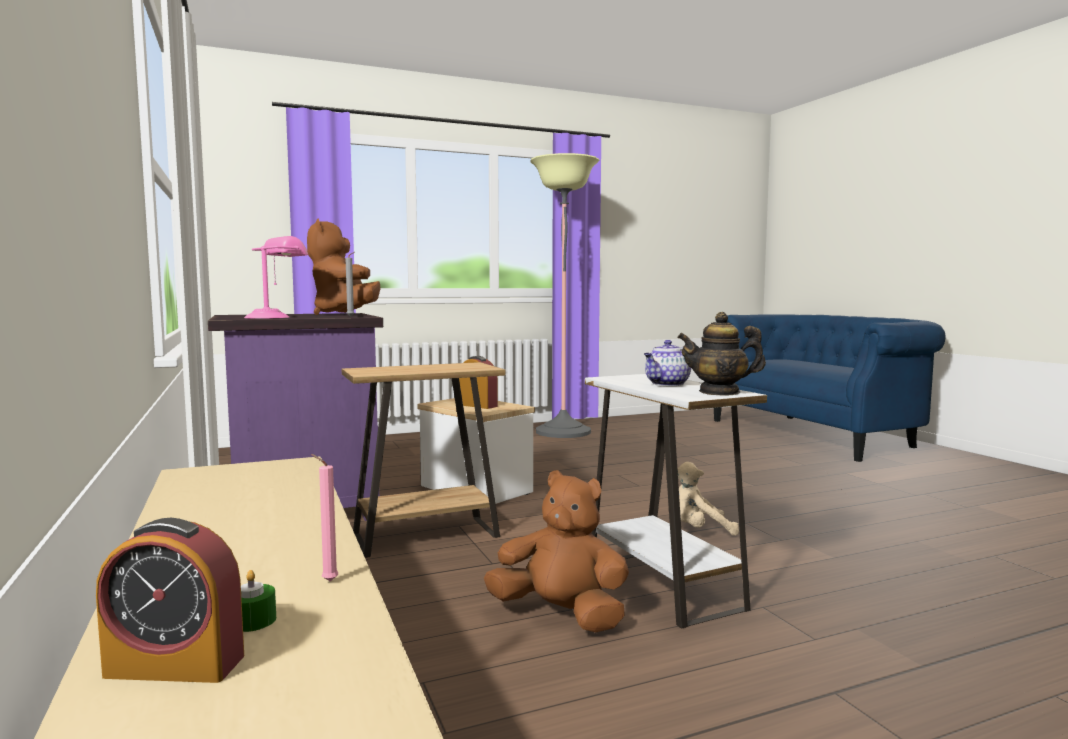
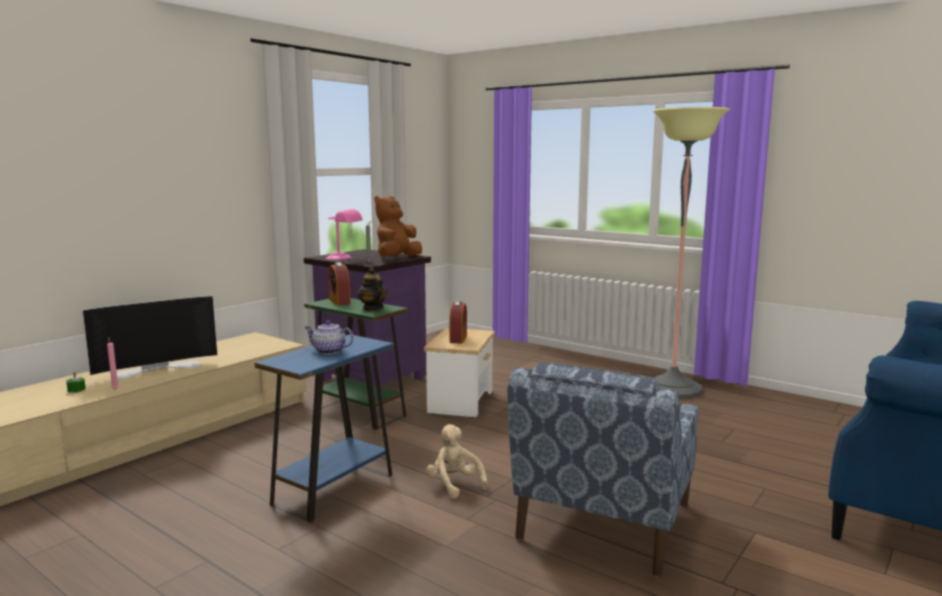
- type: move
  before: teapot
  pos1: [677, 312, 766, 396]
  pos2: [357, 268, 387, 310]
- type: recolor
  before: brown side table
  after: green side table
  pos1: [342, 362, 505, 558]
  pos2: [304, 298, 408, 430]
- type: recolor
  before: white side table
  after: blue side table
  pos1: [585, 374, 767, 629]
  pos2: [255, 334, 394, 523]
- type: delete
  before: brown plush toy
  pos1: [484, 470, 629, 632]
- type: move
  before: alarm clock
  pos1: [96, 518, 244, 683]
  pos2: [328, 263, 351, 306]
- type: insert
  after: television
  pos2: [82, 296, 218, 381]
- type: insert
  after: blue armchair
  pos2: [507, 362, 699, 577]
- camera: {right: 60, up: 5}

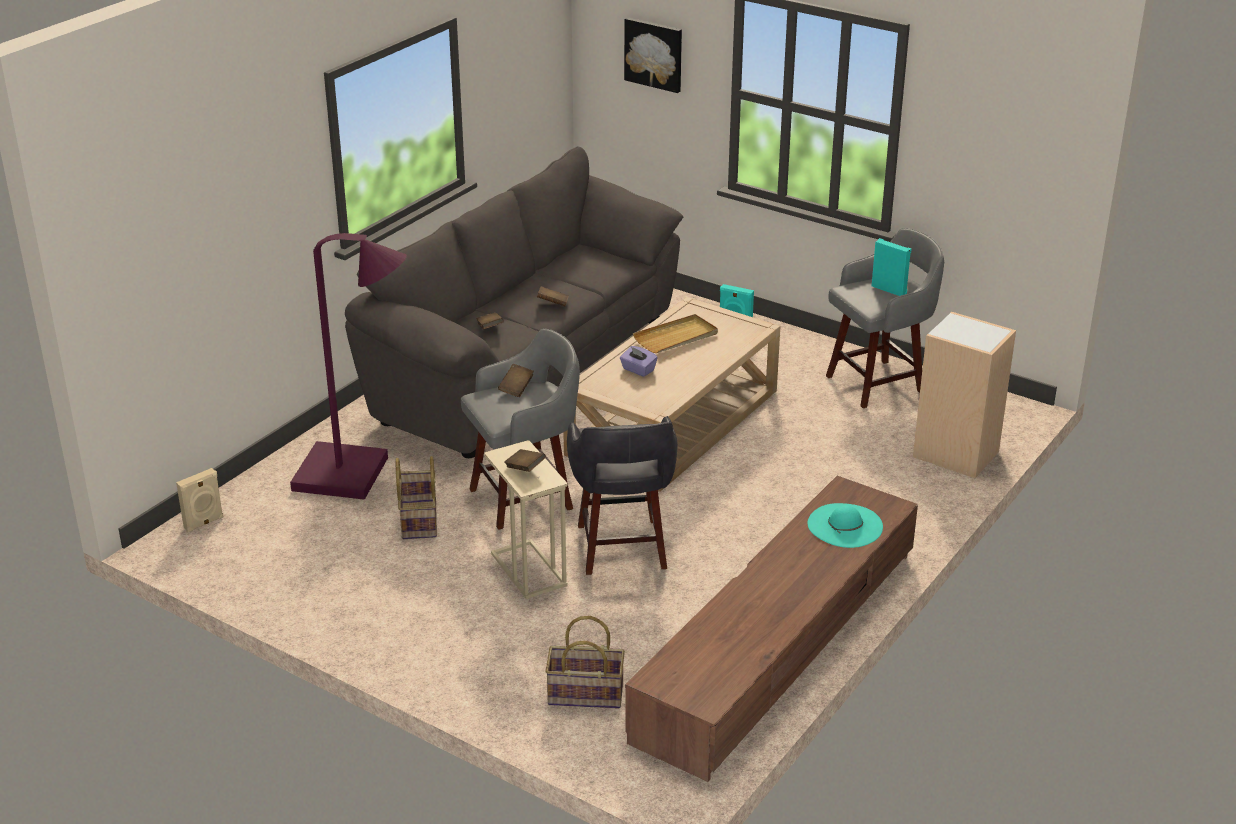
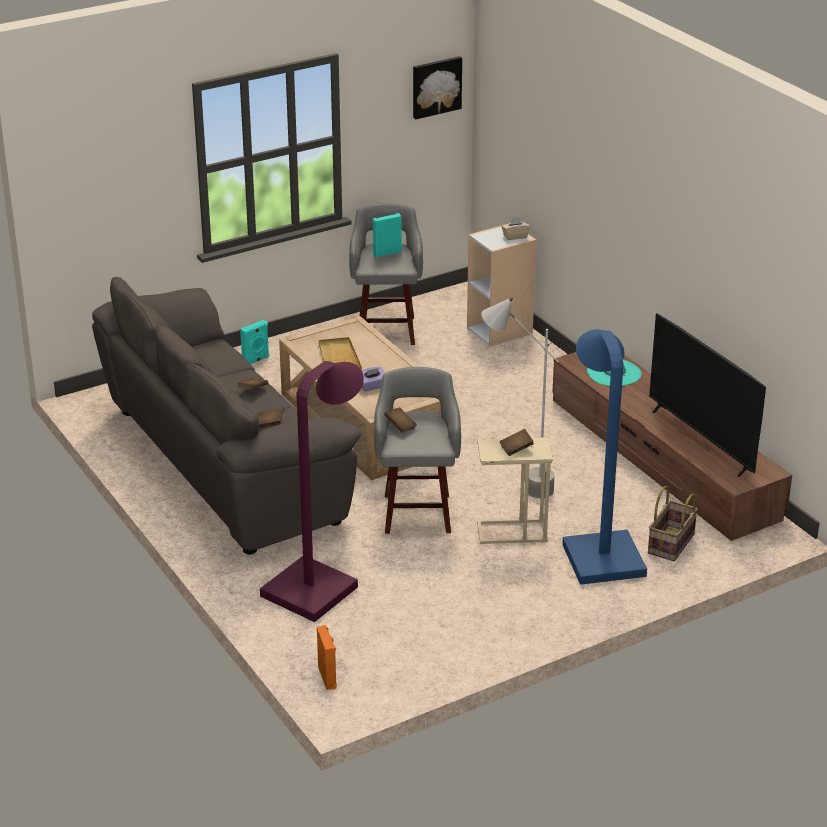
- type: move
  before: picture
  pos1: [624, 18, 682, 93]
  pos2: [413, 56, 462, 119]
- type: replace
  before: grey stool
  after: grey floor lamp
  pos1: [567, 416, 678, 575]
  pos2: [482, 297, 559, 498]
- type: delete
  before: basket
  pos1: [396, 456, 437, 539]
- type: recolor
  before: beige speaker
  after: orange speaker
  pos1: [176, 468, 224, 532]
  pos2: [317, 625, 337, 690]
- type: insert
  after: beige tissue box
  pos2: [501, 217, 530, 240]
- type: insert
  after: television
  pos2: [649, 313, 766, 477]
- type: insert
  after: blue floor lamp
  pos2: [562, 330, 647, 585]
- camera: {right: -65, up: 0}

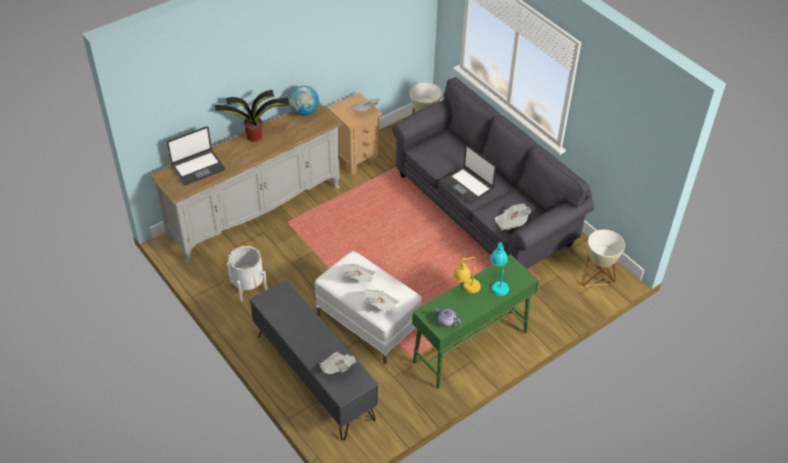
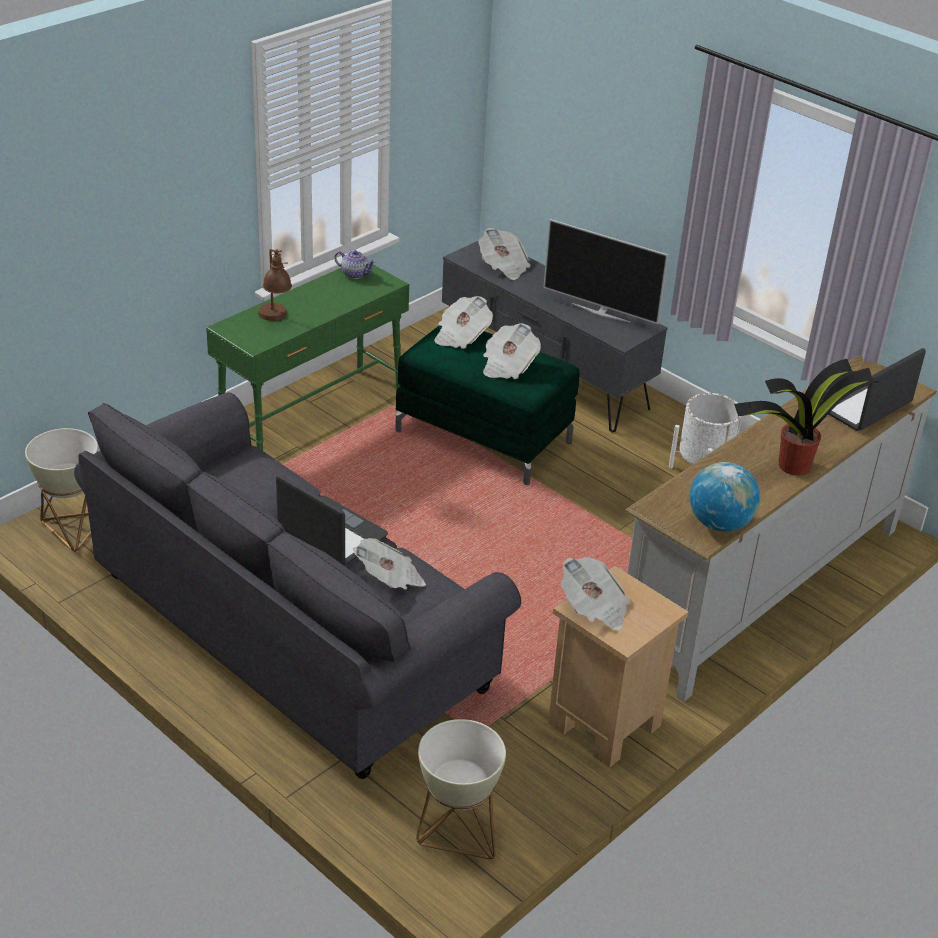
- type: move
  before: newspaper
  pos1: [495, 204, 531, 230]
  pos2: [353, 538, 426, 589]
- type: recolor
  before: turquoise table lamp
  after: brown table lamp
  pos1: [490, 242, 509, 296]
  pos2: [258, 249, 292, 321]
- type: recolor
  before: white ottoman
  after: green ottoman
  pos1: [315, 251, 422, 364]
  pos2: [395, 326, 579, 485]
- type: delete
  before: yellow table lamp
  pos1: [453, 257, 481, 293]
- type: insert
  after: television
  pos2: [543, 219, 668, 324]
- camera: {right: 170, up: -10}

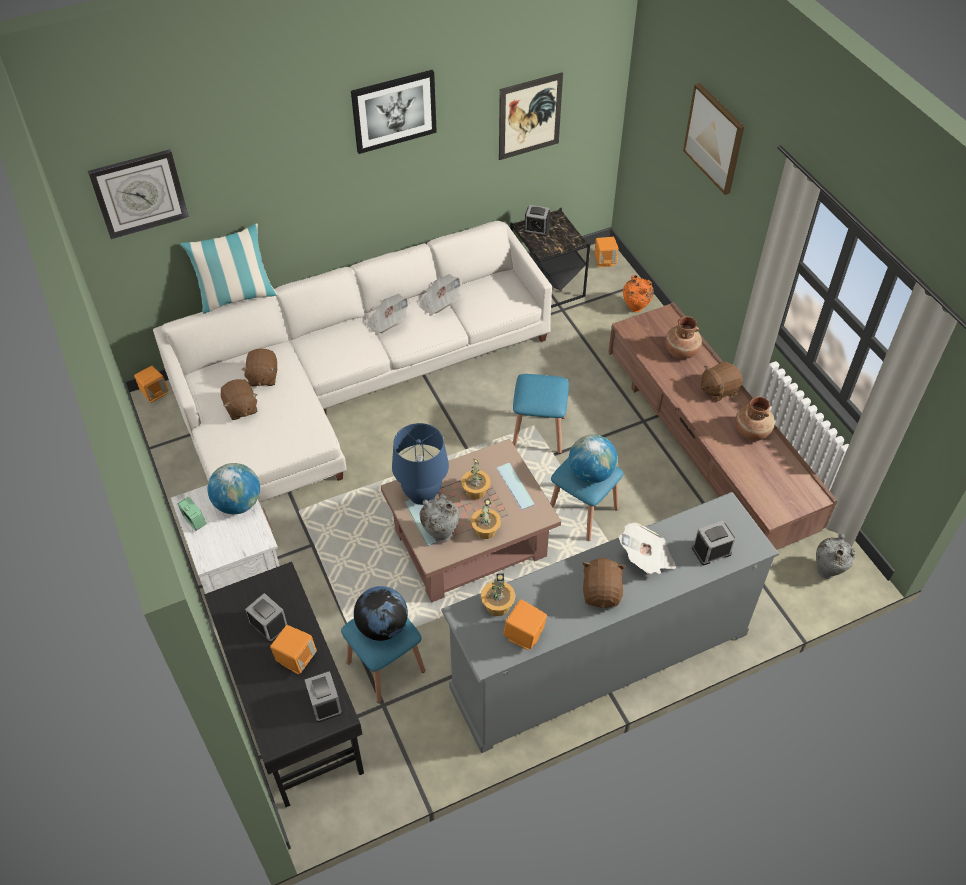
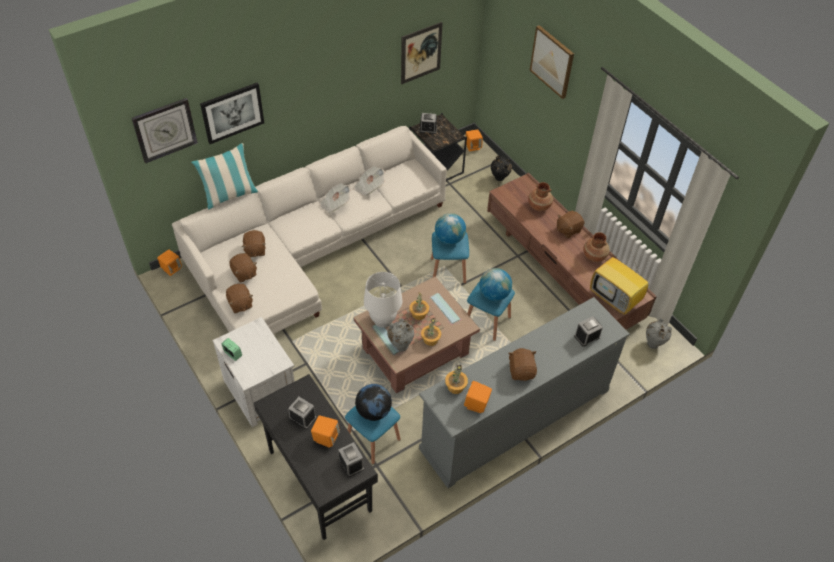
- type: move
  before: picture
  pos1: [351, 70, 437, 154]
  pos2: [200, 83, 264, 144]
- type: recolor
  before: orange vase
  after: black vase
  pos1: [623, 275, 654, 312]
  pos2: [491, 156, 512, 181]
- type: recolor
  before: blue table lamp
  after: white table lamp
  pos1: [392, 423, 449, 505]
  pos2: [364, 272, 402, 327]
- type: move
  before: globe
  pos1: [207, 463, 260, 514]
  pos2: [435, 213, 466, 245]
- type: delete
  before: newspaper
  pos1: [619, 523, 676, 574]
- type: insert
  after: television
  pos2: [590, 257, 649, 315]
- type: insert
  after: brown plush toy
  pos2: [226, 284, 253, 313]
- camera: {right: -10, up: 0}

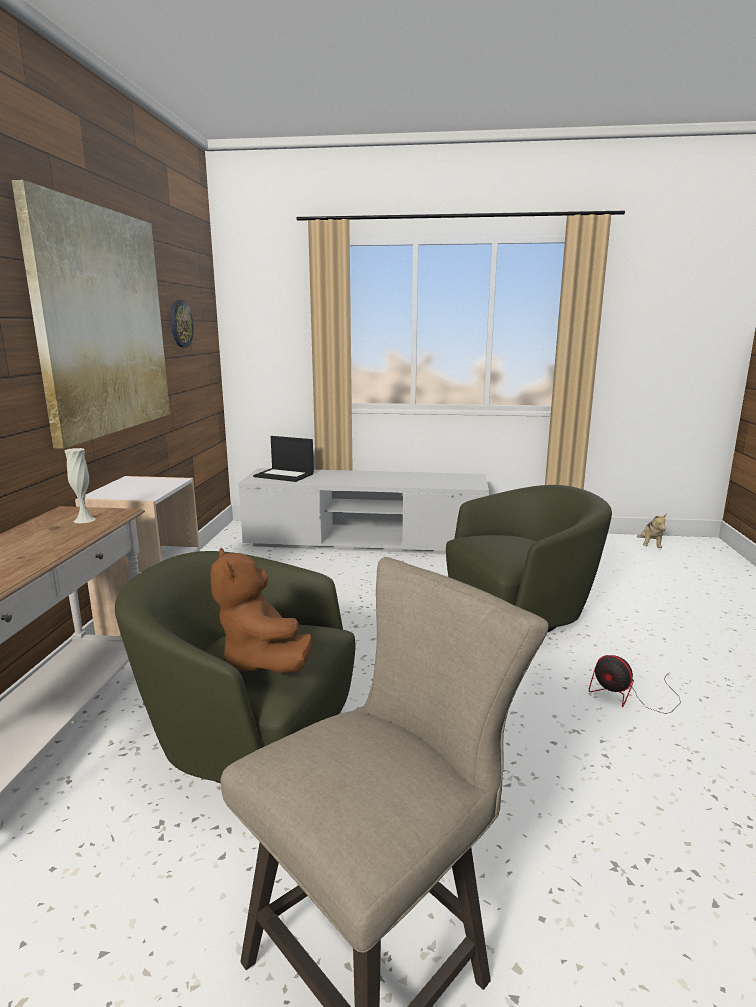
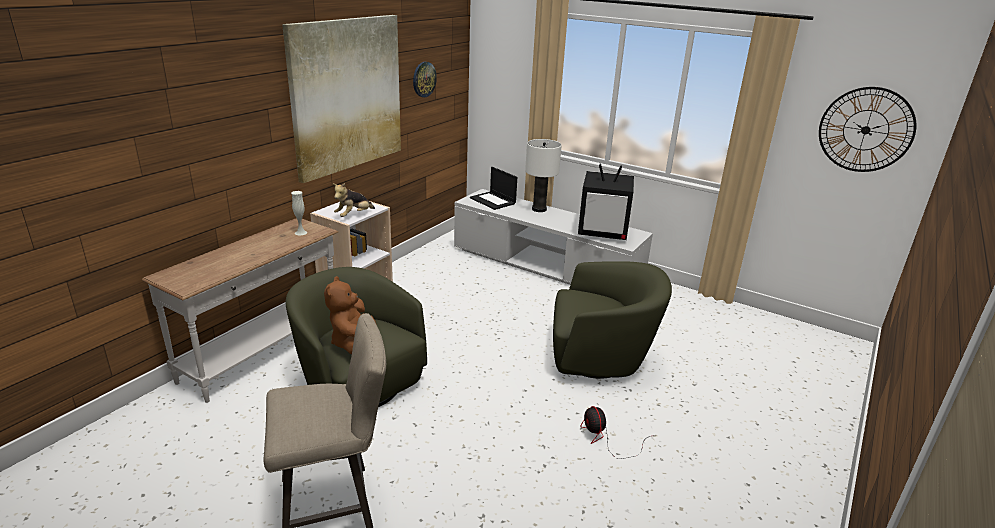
- type: move
  before: plush toy
  pos1: [637, 513, 667, 548]
  pos2: [332, 183, 375, 217]
- type: insert
  after: wall clock
  pos2: [819, 87, 917, 172]
- type: insert
  after: white table lamp
  pos2: [525, 139, 562, 212]
- type: insert
  after: television
  pos2: [578, 164, 634, 240]
- camera: {right: 25, up: 10}

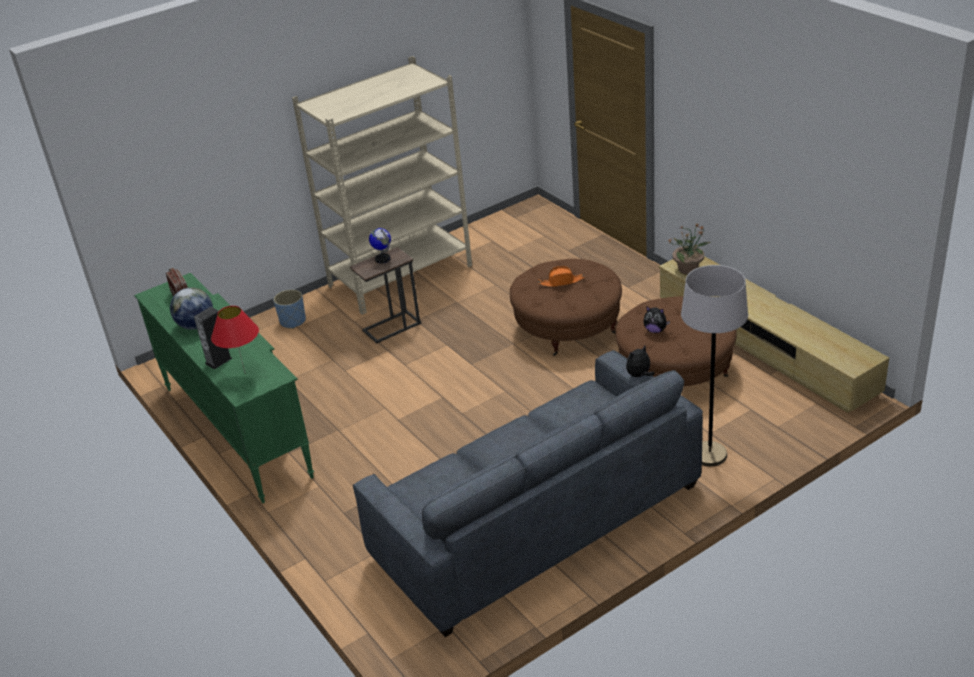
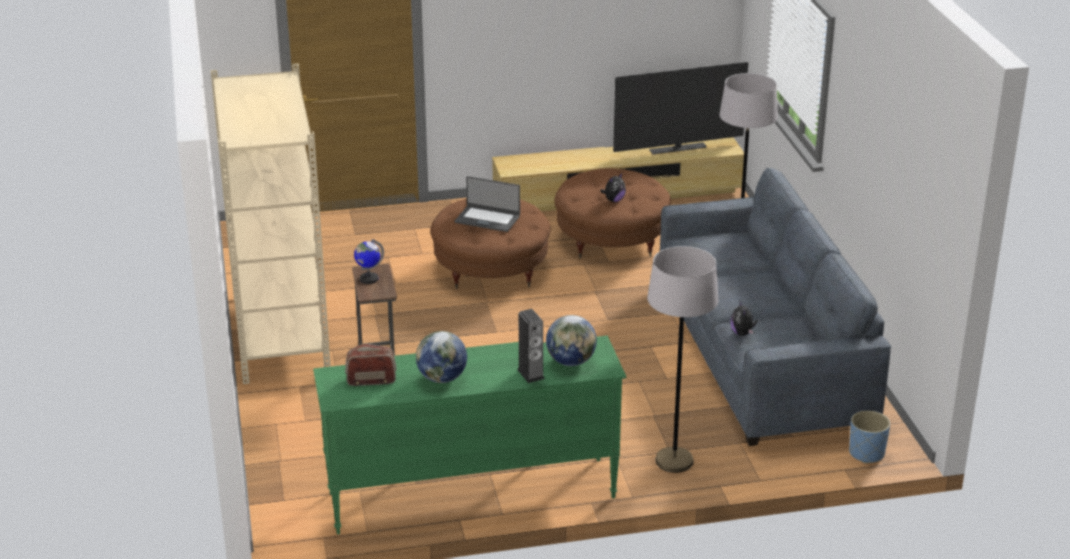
- type: delete
  before: potted plant
  pos1: [669, 224, 710, 275]
- type: replace
  before: orange hat
  after: laptop
  pos1: [538, 266, 585, 287]
  pos2: [455, 176, 520, 232]
- type: move
  before: blue planter
  pos1: [273, 289, 306, 329]
  pos2: [849, 411, 890, 464]
- type: replace
  before: red table lamp
  after: globe
  pos1: [211, 306, 259, 372]
  pos2: [546, 315, 597, 366]
- type: move
  before: plush toy
  pos1: [626, 346, 655, 377]
  pos2: [730, 301, 757, 336]
- type: insert
  after: television
  pos2: [613, 62, 748, 154]
- type: insert
  after: grey floor lamp
  pos2: [647, 246, 718, 473]
- camera: {right: -70, up: -5}

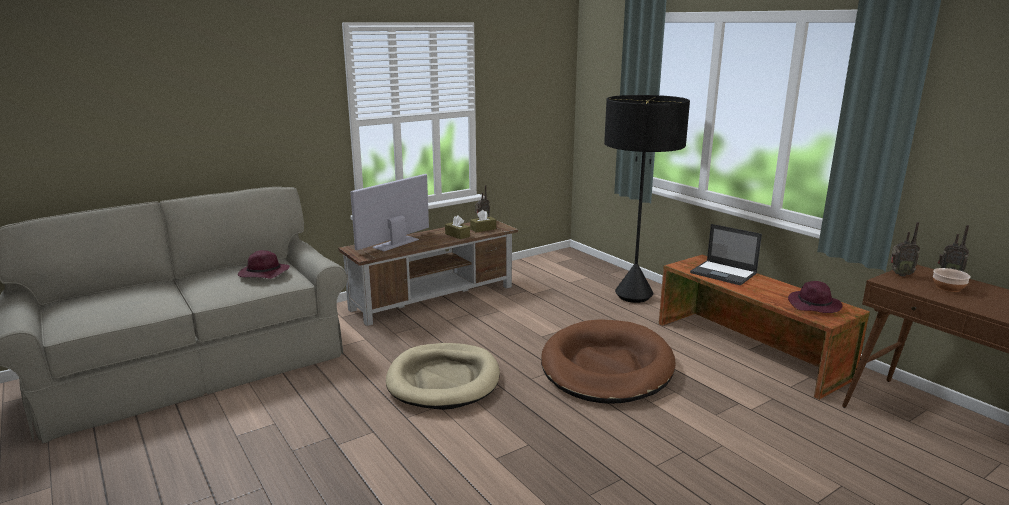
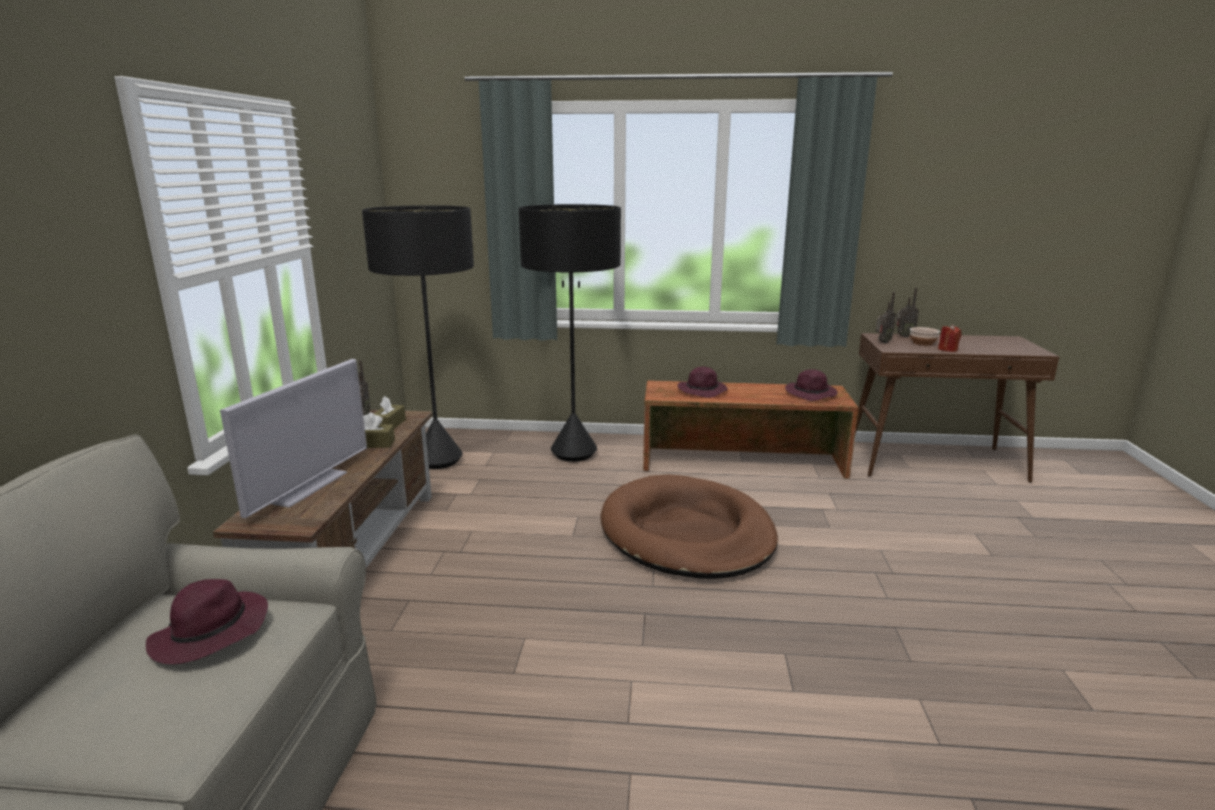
- type: rotate
  before: television
  pos1: [350, 174, 429, 251]
  pos2: [220, 359, 367, 518]
  turn: -150
- type: replace
  before: laptop
  after: purple hat
  pos1: [690, 224, 762, 286]
  pos2: [678, 366, 728, 398]
- type: delete
  before: beige dog bed
  pos1: [386, 343, 500, 410]
- type: insert
  after: black floor lamp
  pos2: [362, 205, 474, 469]
- type: insert
  after: red candle
  pos2: [938, 324, 961, 352]
- camera: {right: -50, up: 0}

